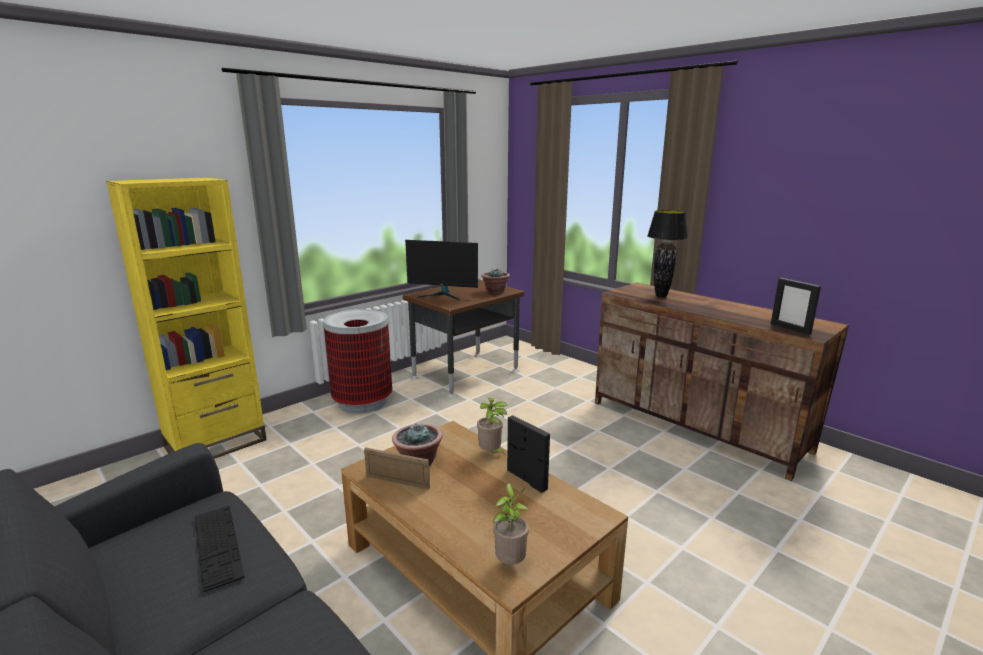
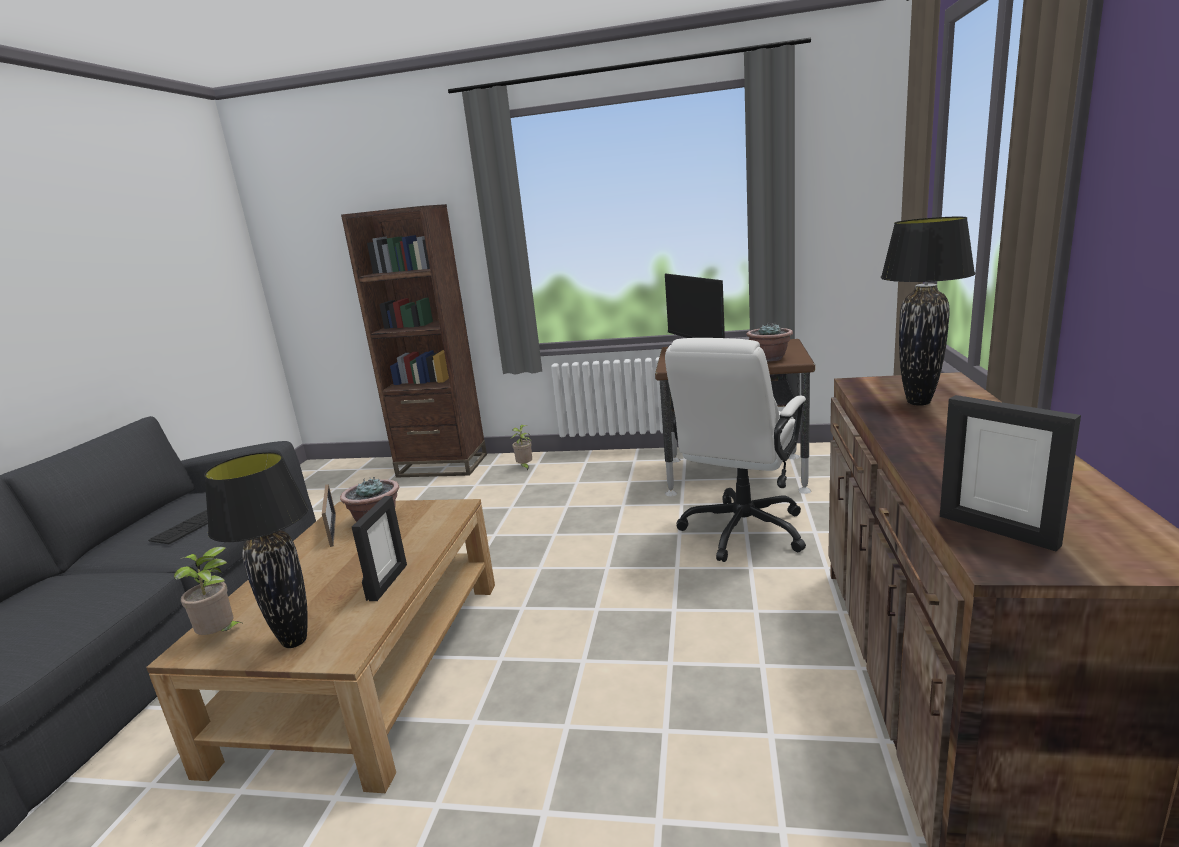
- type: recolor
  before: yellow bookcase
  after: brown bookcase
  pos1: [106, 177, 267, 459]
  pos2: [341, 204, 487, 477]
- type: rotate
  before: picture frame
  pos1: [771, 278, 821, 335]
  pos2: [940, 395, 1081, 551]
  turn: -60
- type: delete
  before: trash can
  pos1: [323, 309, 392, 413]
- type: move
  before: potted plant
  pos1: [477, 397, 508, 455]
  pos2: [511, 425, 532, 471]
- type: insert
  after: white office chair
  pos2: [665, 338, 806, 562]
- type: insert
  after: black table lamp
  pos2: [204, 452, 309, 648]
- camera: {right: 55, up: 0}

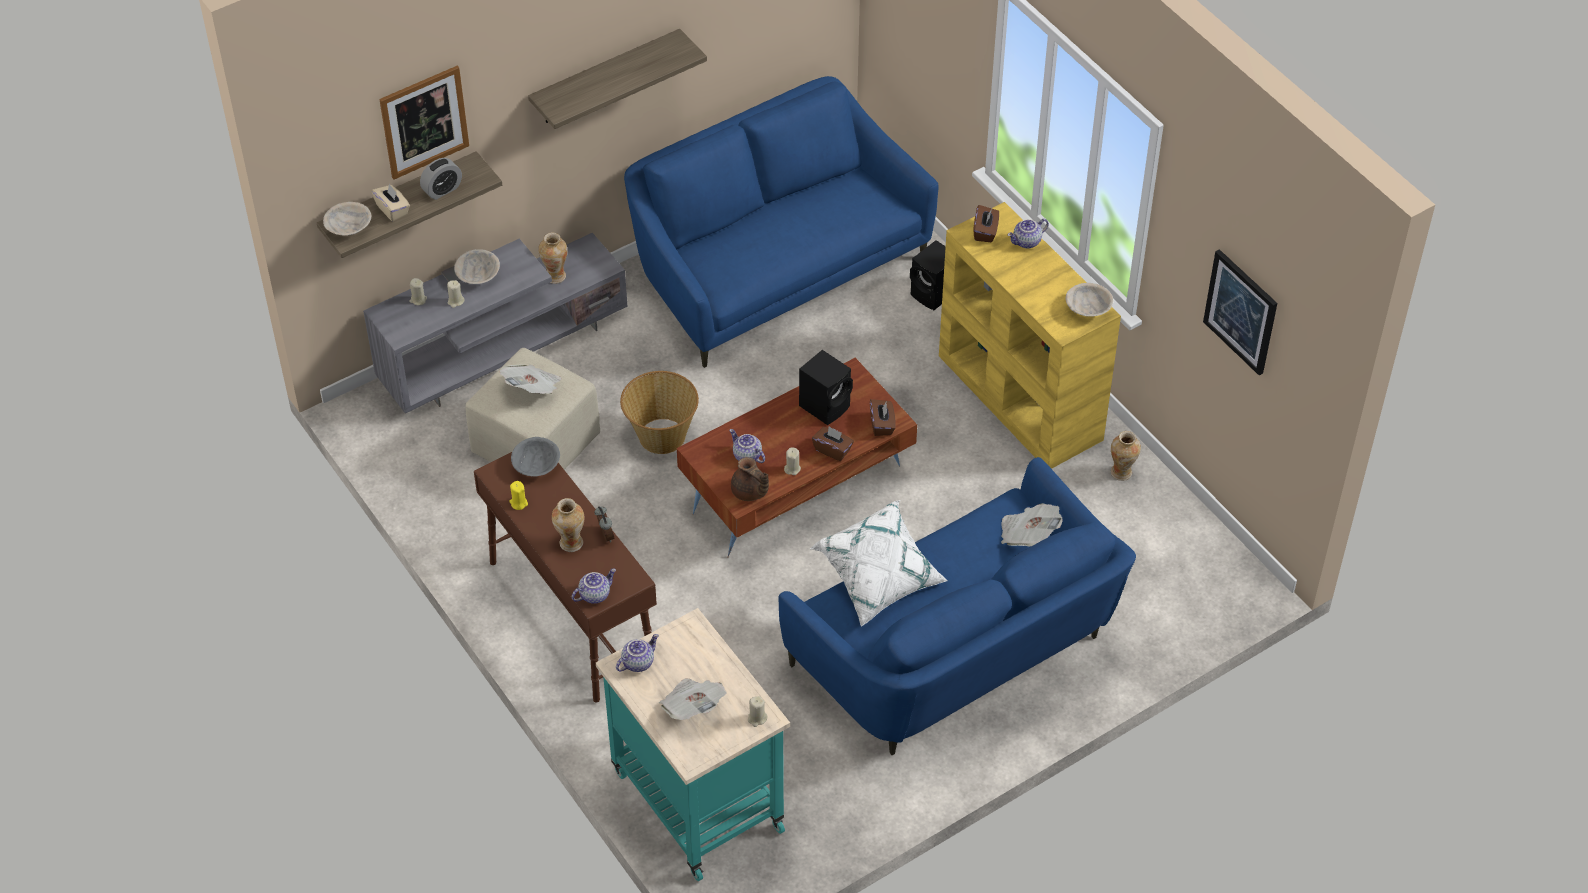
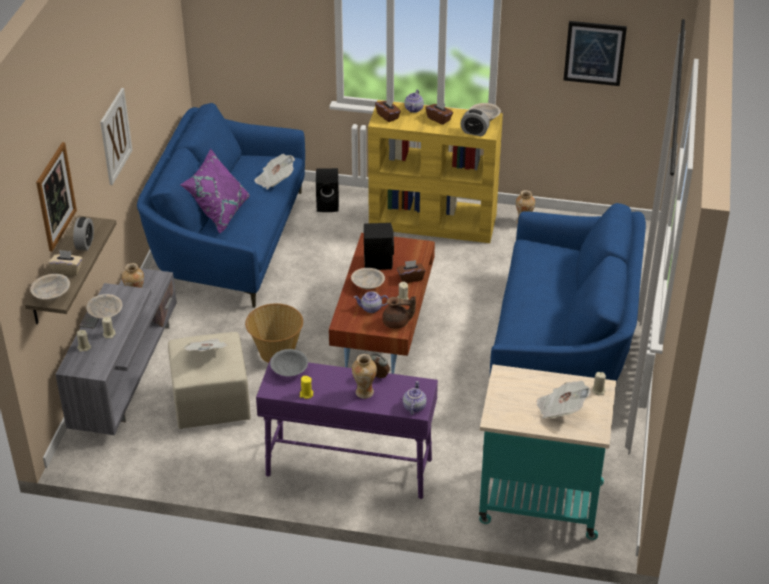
- type: replace
  before: shelf
  after: picture
  pos1: [528, 29, 707, 129]
  pos2: [100, 88, 132, 185]
- type: move
  before: brown tissue box
  pos1: [870, 399, 896, 436]
  pos2: [426, 100, 453, 125]
- type: recolor
  before: brown console table
  after: purple console table
  pos1: [474, 452, 657, 703]
  pos2: [256, 359, 438, 499]
- type: delete
  before: white pillow
  pos1: [810, 500, 948, 627]
- type: move
  before: newspaper
  pos1: [1001, 503, 1063, 547]
  pos2: [254, 154, 295, 189]
- type: delete
  before: teapot
  pos1: [616, 634, 659, 672]
- type: insert
  after: alarm clock
  pos2: [460, 109, 490, 136]
- type: insert
  after: purple pillow
  pos2: [181, 149, 250, 233]
- type: insert
  after: beige bowl
  pos2: [351, 268, 385, 289]
- camera: {right: -45, up: -10}

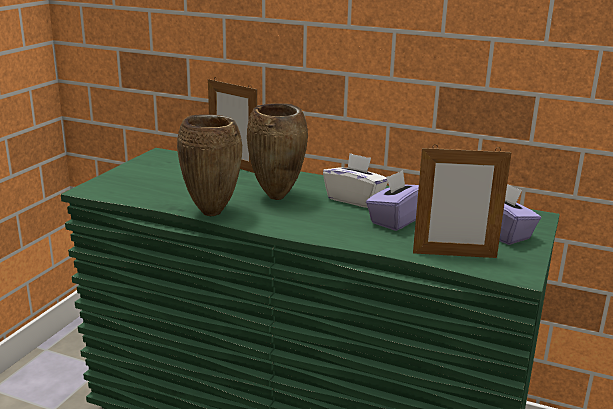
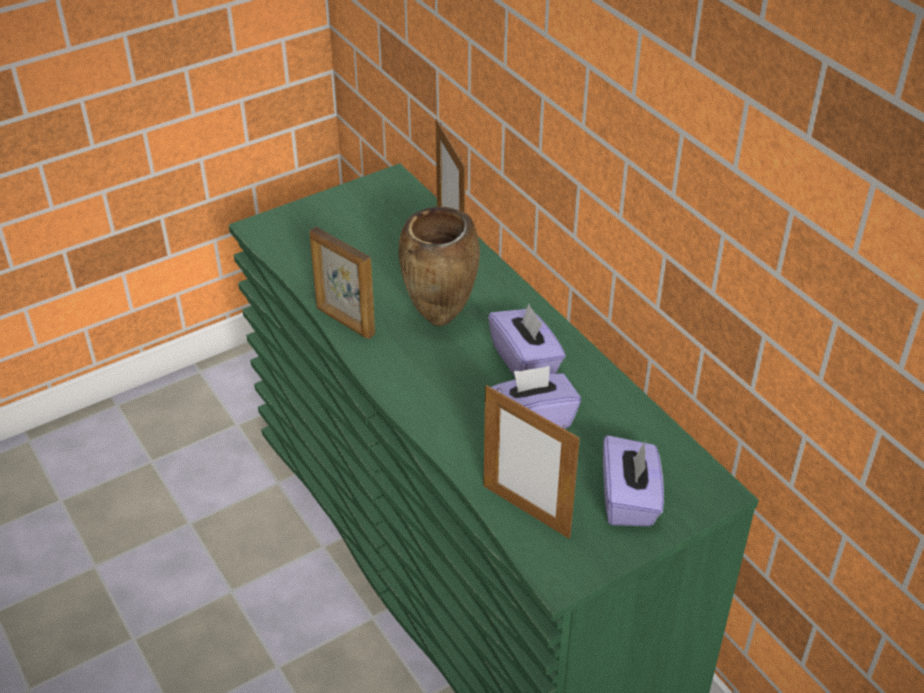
- type: replace
  before: brown vase
  after: picture frame
  pos1: [177, 114, 242, 216]
  pos2: [309, 227, 375, 339]
- type: recolor
  before: white tissue box
  after: purple tissue box
  pos1: [323, 153, 388, 208]
  pos2: [488, 304, 566, 376]
- camera: {right: 35, up: 20}

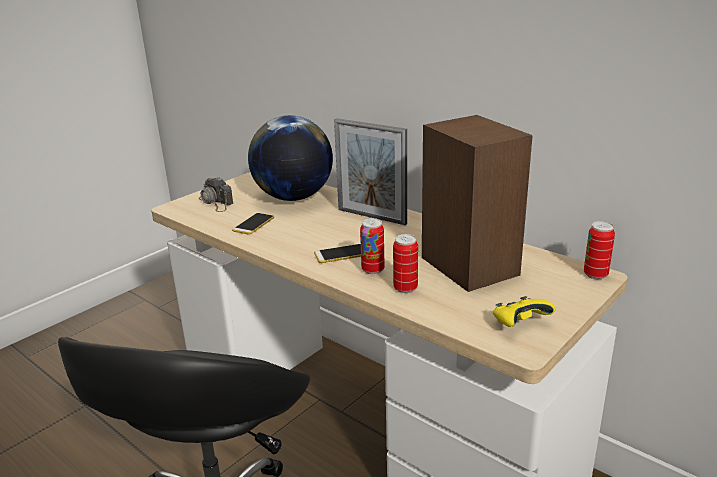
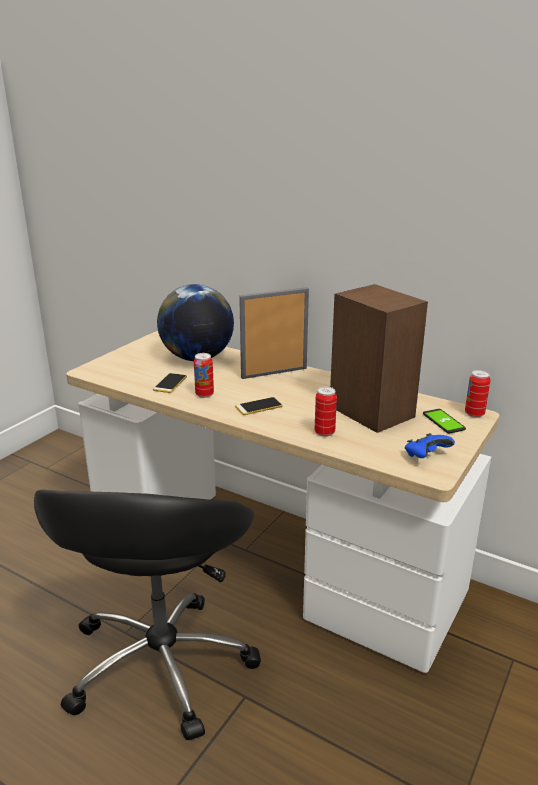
- type: rotate
  before: picture frame
  pos1: [334, 118, 407, 225]
  pos2: [239, 287, 309, 379]
  turn: 135
- type: delete
  before: photo camera
  pos1: [198, 177, 233, 212]
- type: move
  before: can
  pos1: [360, 218, 385, 274]
  pos2: [194, 353, 214, 398]
- type: recolor
  before: yellow game controller
  after: blue game controller
  pos1: [493, 296, 556, 327]
  pos2: [405, 433, 455, 458]
- type: insert
  after: phone
  pos2: [423, 409, 466, 434]
- camera: {right: -10, up: 0}

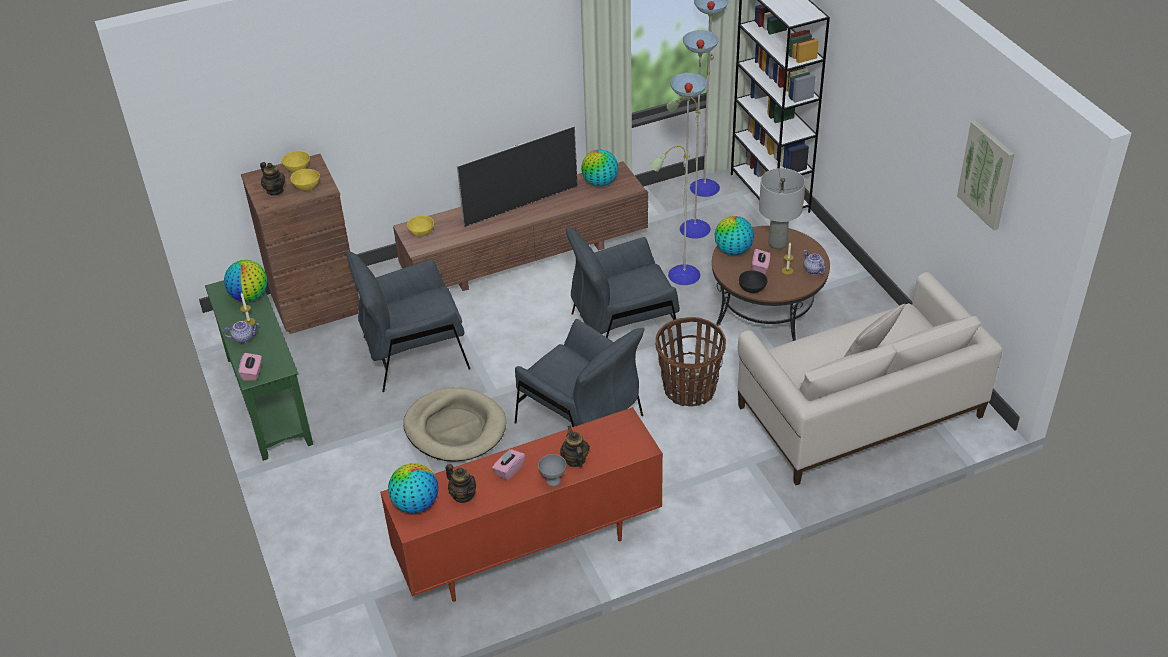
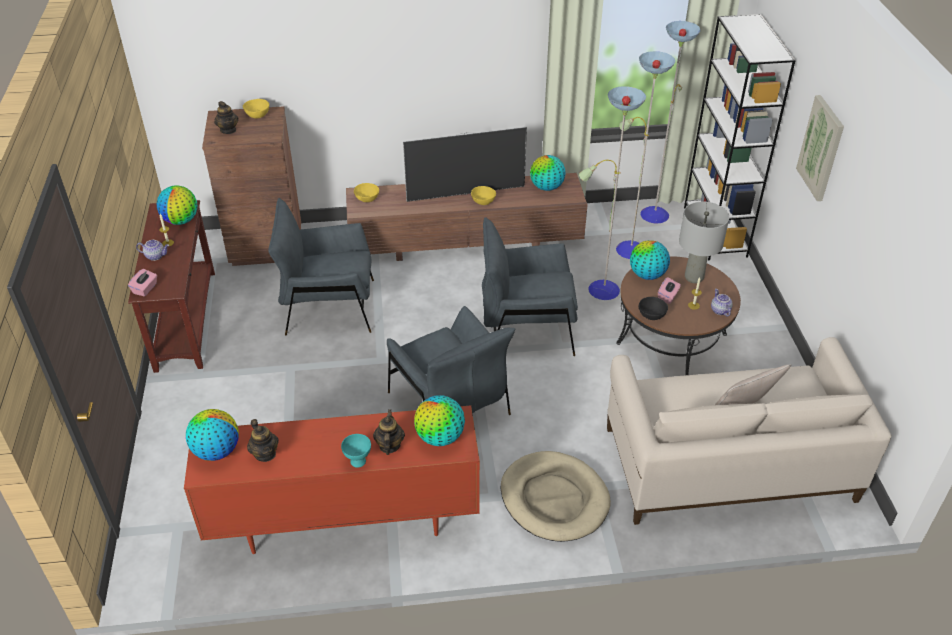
- type: move
  before: picture
  pos1: [957, 120, 1014, 230]
  pos2: [796, 95, 844, 201]
- type: move
  before: yellow bowl
  pos1: [290, 169, 320, 191]
  pos2: [471, 186, 496, 205]
- type: recolor
  before: green console table
  after: brown console table
  pos1: [205, 280, 313, 461]
  pos2: [128, 200, 215, 373]
- type: delete
  before: basket
  pos1: [656, 317, 726, 407]
- type: move
  before: beige dog bed
  pos1: [403, 388, 506, 462]
  pos2: [501, 451, 611, 542]
- type: delete
  before: pink tissue box
  pos1: [492, 449, 525, 481]
- type: recolor
  before: grey bowl
  after: turquoise bowl
  pos1: [538, 454, 566, 486]
  pos2: [341, 434, 371, 468]
- type: insert
  after: globe
  pos2: [414, 395, 465, 446]
- camera: {right: 15, up: 0}

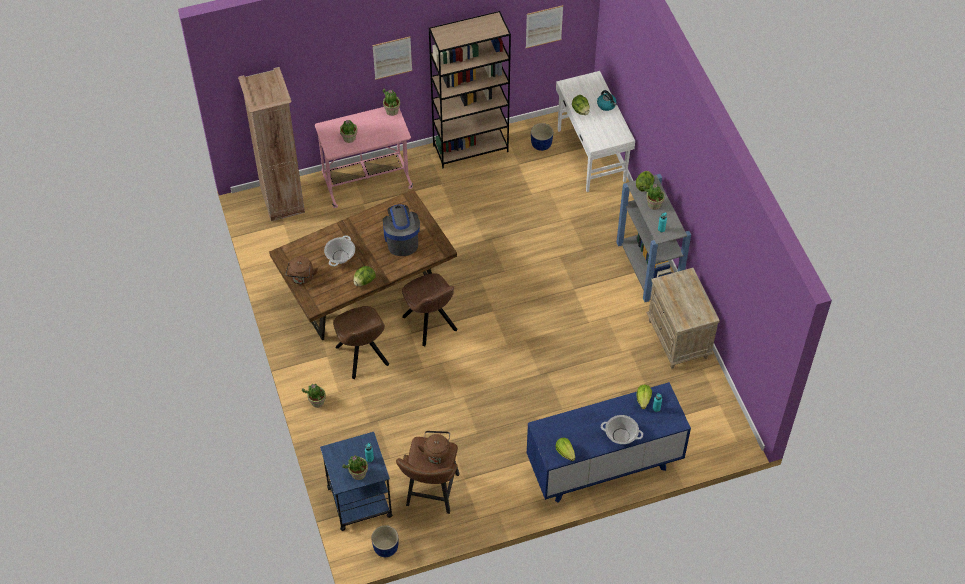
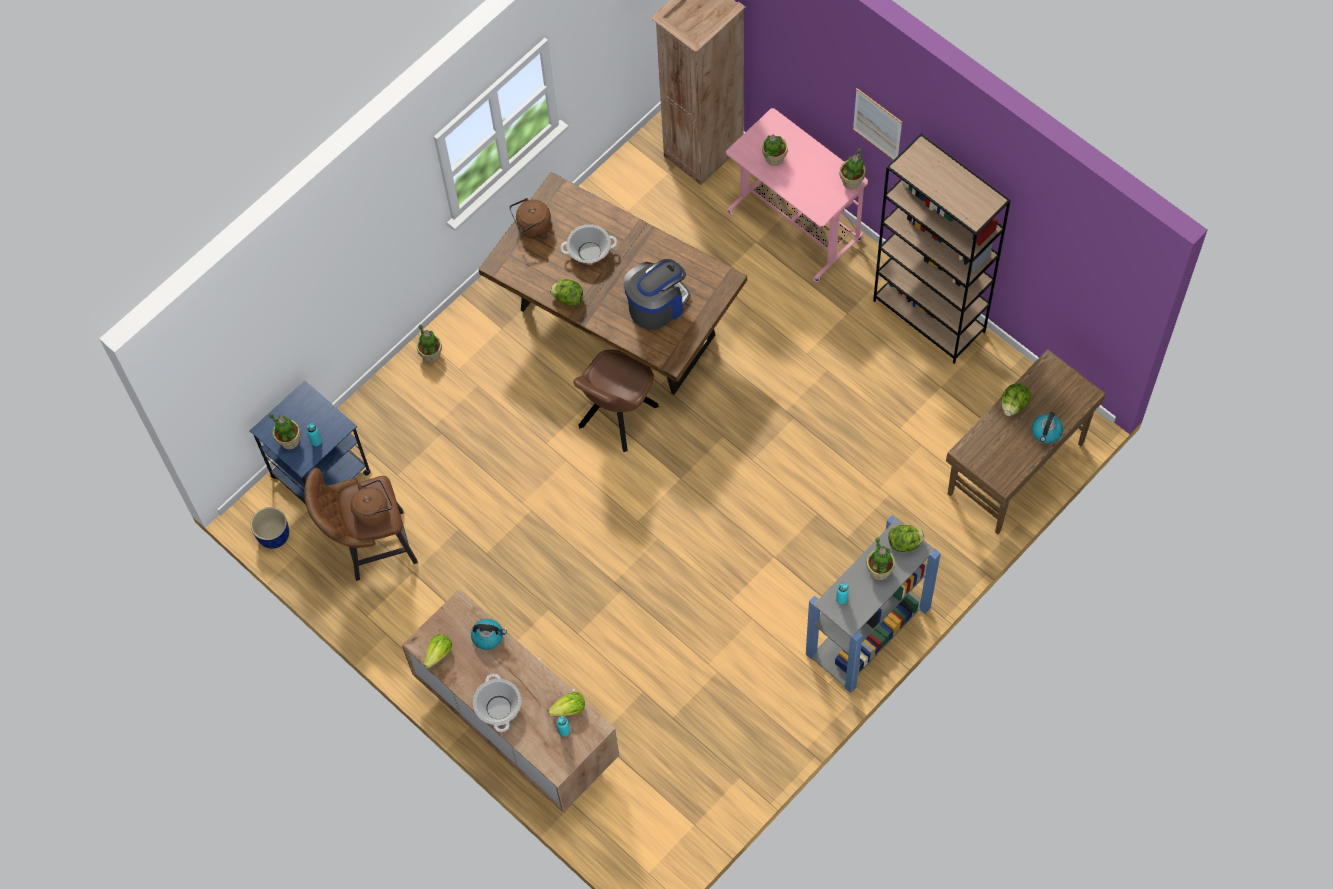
- type: delete
  before: picture
  pos1: [526, 5, 563, 48]
- type: recolor
  before: white console table
  after: brown console table
  pos1: [556, 71, 635, 192]
  pos2: [946, 349, 1106, 534]
- type: delete
  before: blue planter
  pos1: [531, 123, 553, 151]
- type: delete
  before: beige nightstand
  pos1: [646, 268, 720, 369]
- type: delete
  before: brown chair
  pos1: [333, 306, 389, 379]
- type: recolor
  before: blue dresser
  after: green dresser
  pos1: [526, 382, 691, 503]
  pos2: [402, 589, 619, 813]
- type: insert
  after: kettle
  pos2: [471, 619, 507, 650]
- camera: {right: 65, up: 10}

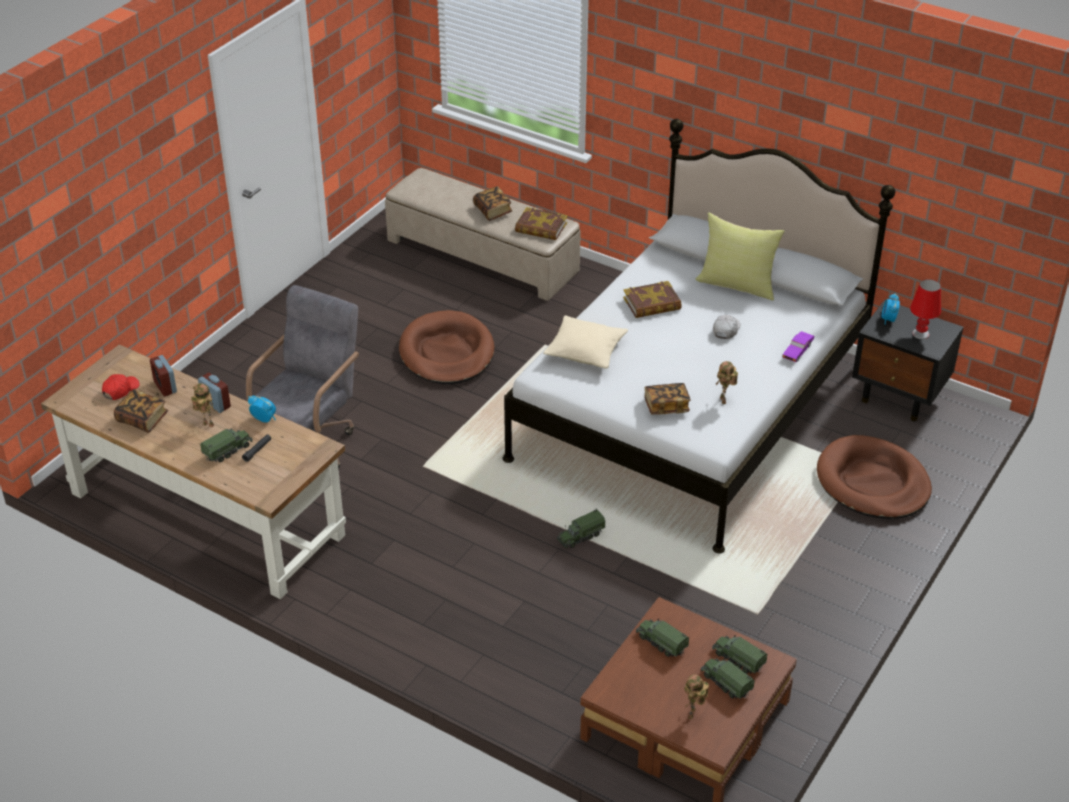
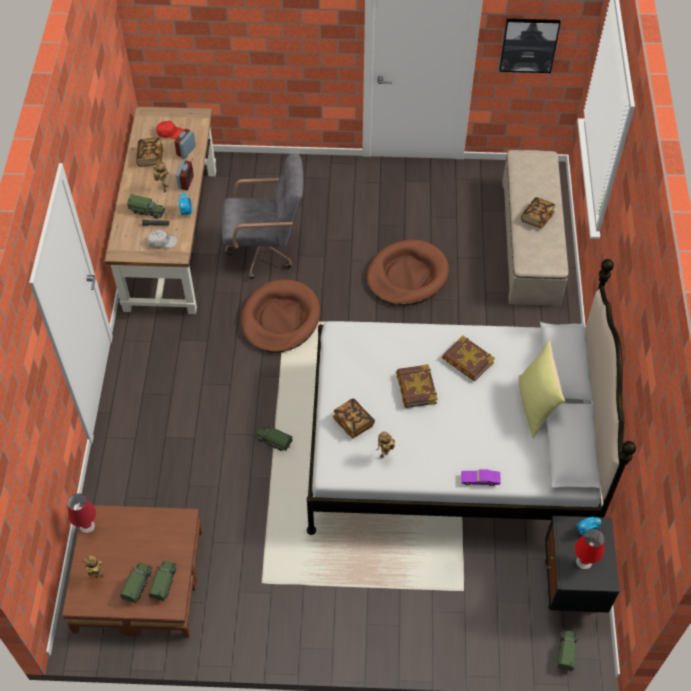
- type: move
  before: book
  pos1: [515, 207, 568, 240]
  pos2: [396, 364, 438, 408]
- type: delete
  before: beige pillow
  pos1: [543, 315, 628, 369]
- type: move
  before: white cap
  pos1: [713, 315, 741, 339]
  pos2: [147, 230, 177, 249]
- type: move
  before: brown dog bed
  pos1: [817, 435, 932, 519]
  pos2: [241, 279, 320, 353]
- type: move
  before: toy truck
  pos1: [636, 619, 689, 657]
  pos2: [557, 630, 578, 671]
- type: insert
  after: picture
  pos2: [499, 19, 560, 73]
- type: insert
  after: red table lamp
  pos2: [68, 493, 96, 533]
- camera: {right: 60, up: 15}

